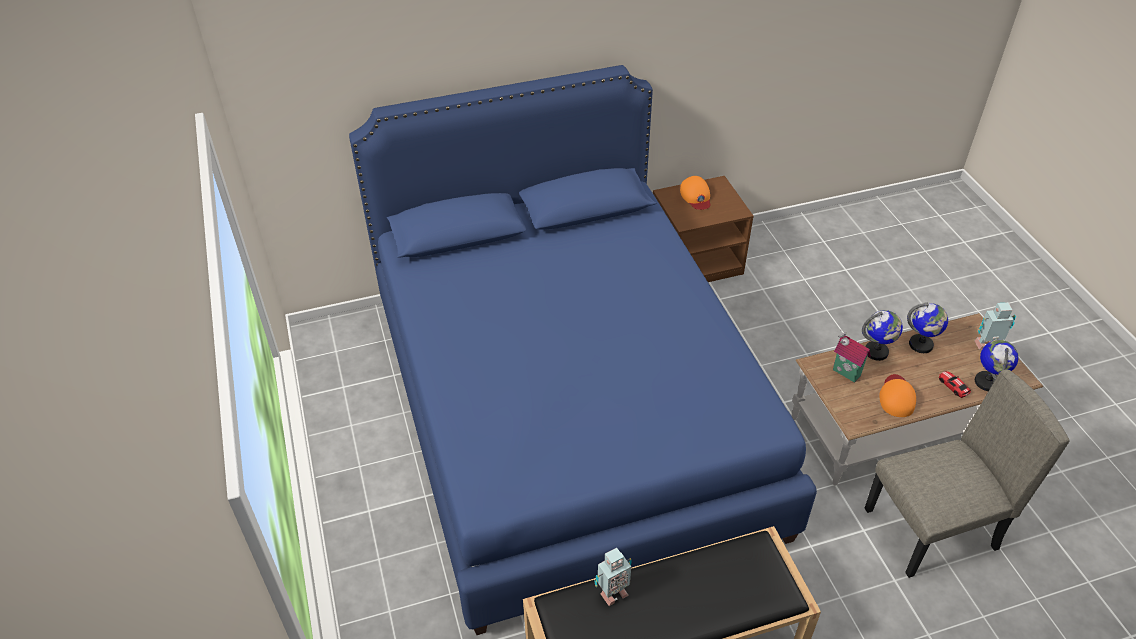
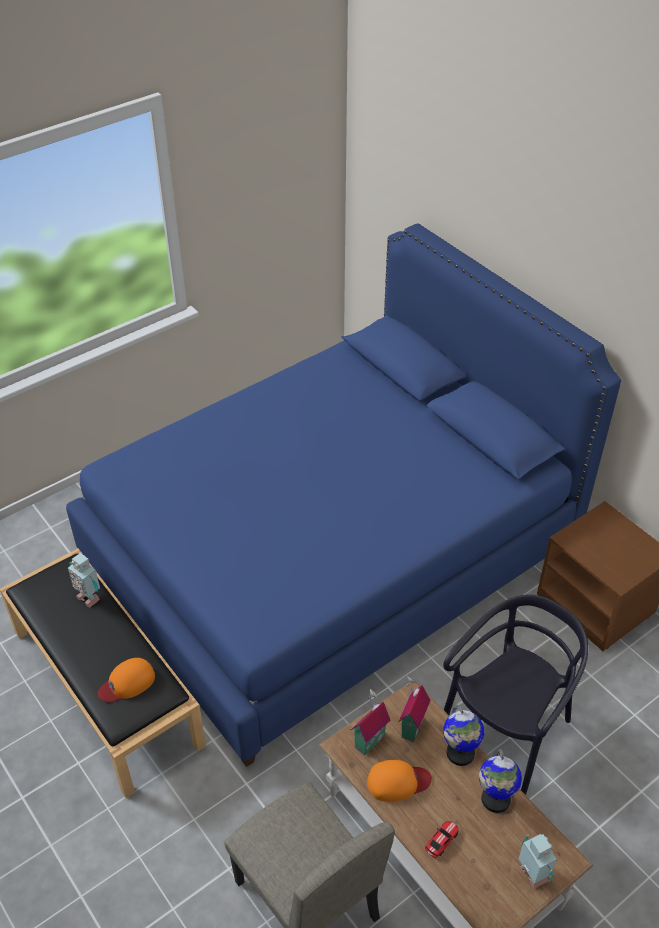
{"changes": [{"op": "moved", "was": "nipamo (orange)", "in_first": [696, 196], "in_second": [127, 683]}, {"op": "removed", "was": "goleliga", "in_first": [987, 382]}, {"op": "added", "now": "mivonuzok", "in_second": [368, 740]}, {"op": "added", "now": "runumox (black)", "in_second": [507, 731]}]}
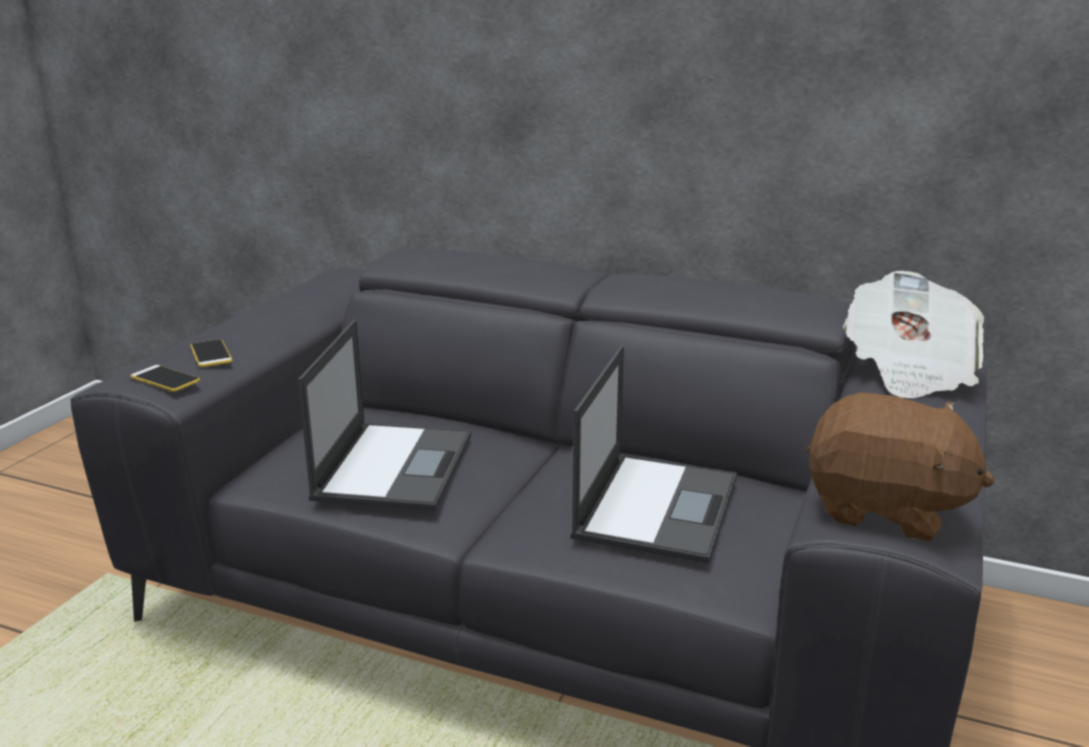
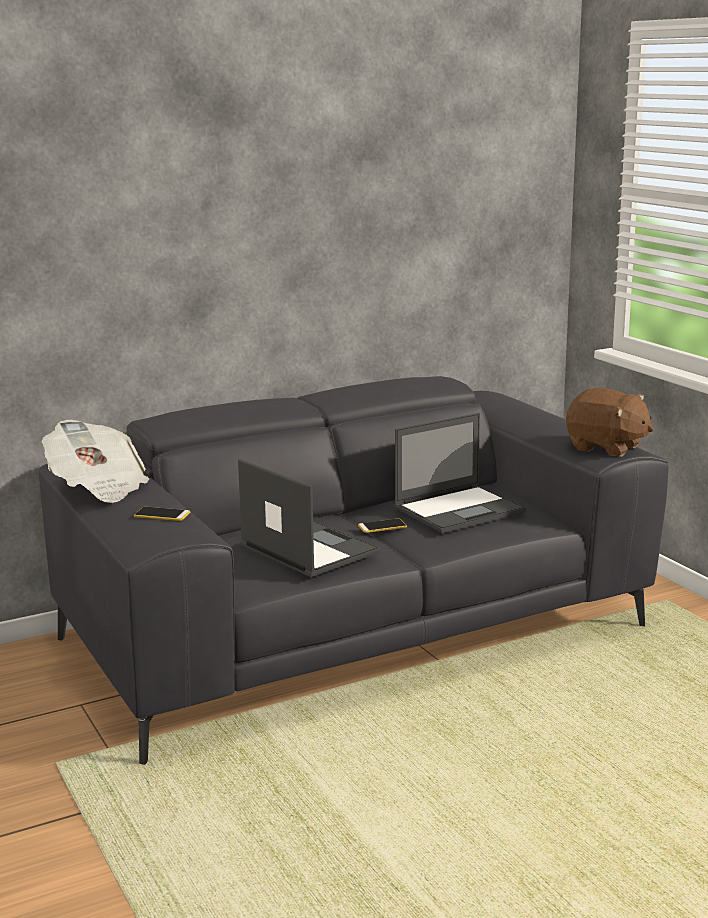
{"changes": [{"op": "moved", "was": "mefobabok", "in_first": [165, 379], "in_second": [382, 526]}, {"op": "turned", "was": "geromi", "in_first": [657, 506], "in_second": [460, 509], "clockwise": 90}, {"op": "turned", "was": "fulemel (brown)", "in_first": [885, 509], "in_second": [606, 447], "clockwise": 60}, {"op": "moved", "was": "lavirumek", "in_first": [908, 370], "in_second": [98, 487]}]}
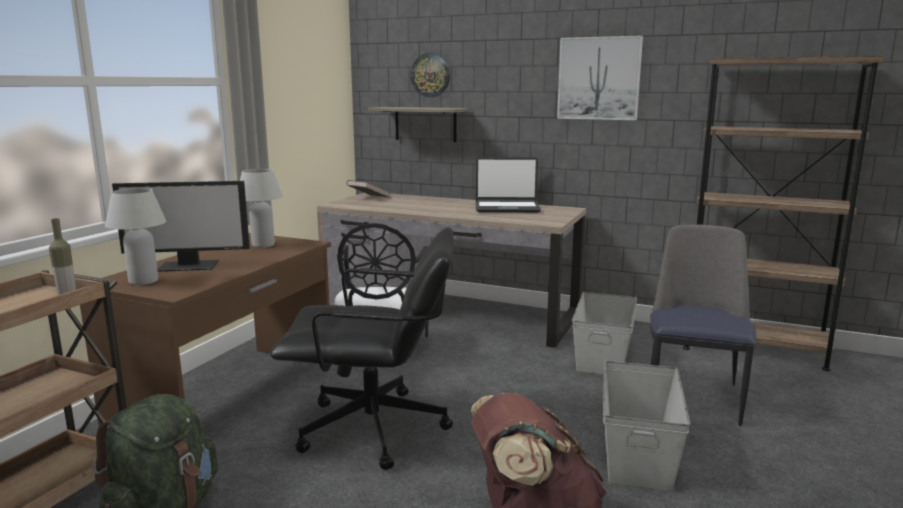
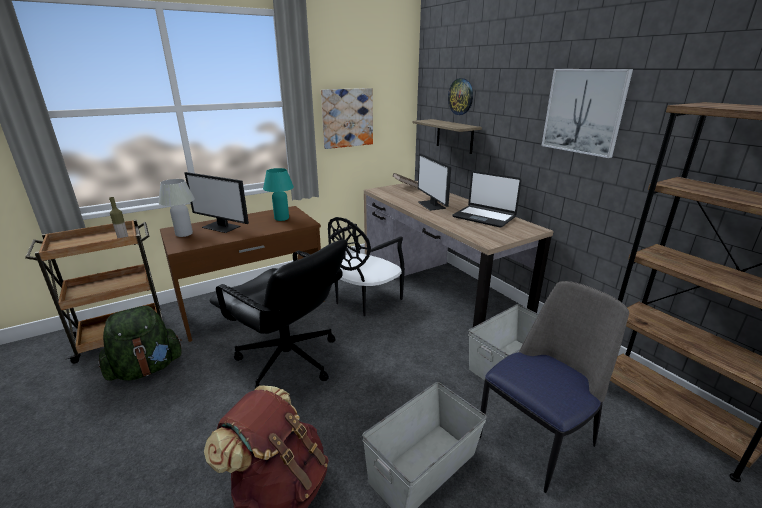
{"changes": [{"op": "recoloured", "was": "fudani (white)", "now": "fudani (turquoise)", "in_first": [263, 245], "in_second": [281, 218]}, {"op": "added", "now": "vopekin", "in_second": [347, 118]}, {"op": "added", "now": "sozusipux", "in_second": [432, 205]}]}
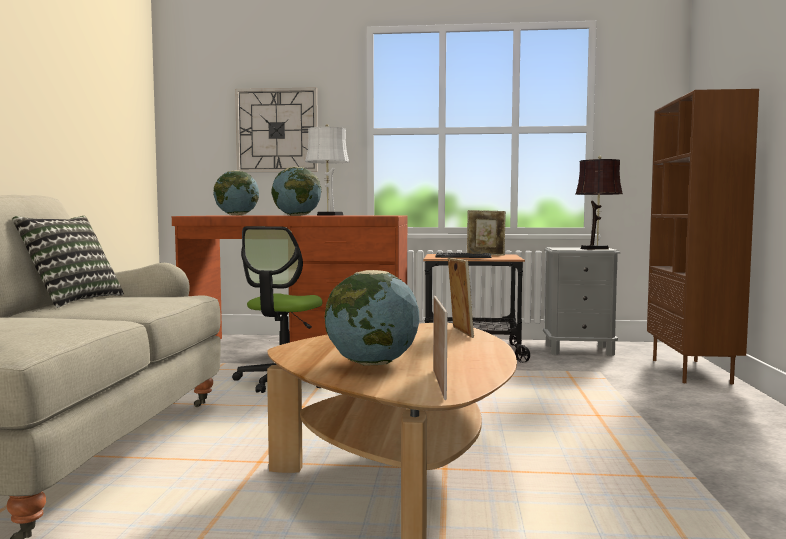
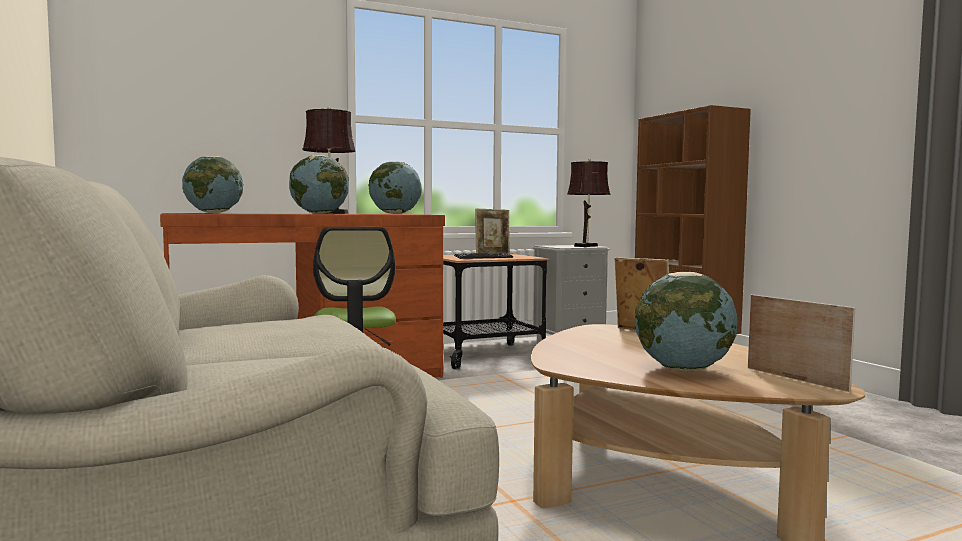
{"changes": [{"op": "removed", "was": "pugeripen", "in_first": [72, 300]}, {"op": "removed", "was": "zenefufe", "in_first": [277, 130]}, {"op": "recoloured", "was": "fudani (white)", "now": "fudani (brown)", "in_first": [328, 215], "in_second": [330, 213]}, {"op": "added", "now": "goleliga", "in_second": [395, 213]}]}
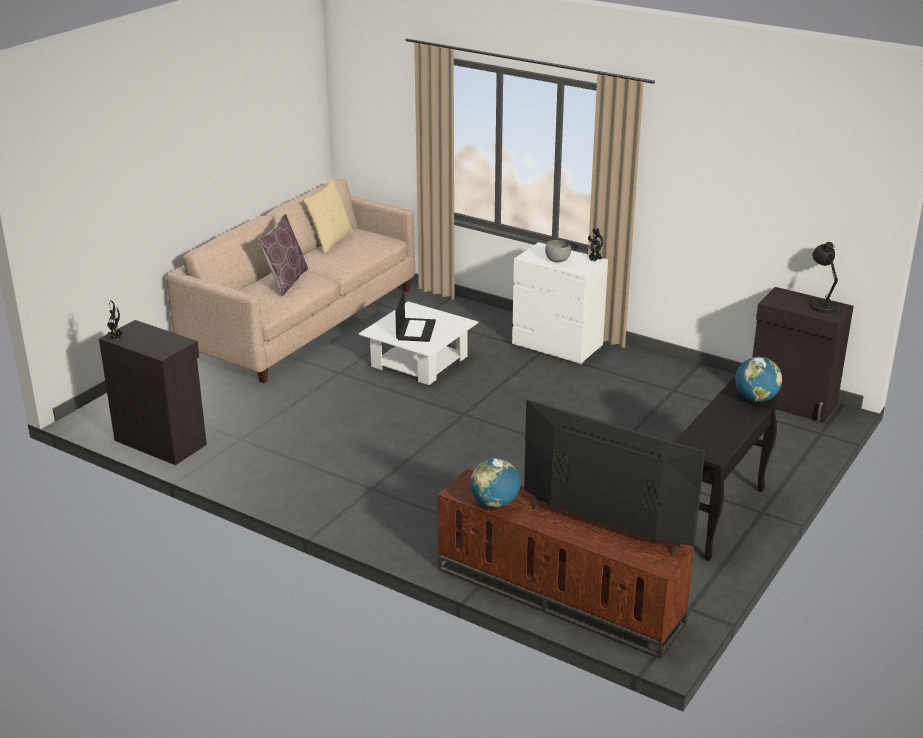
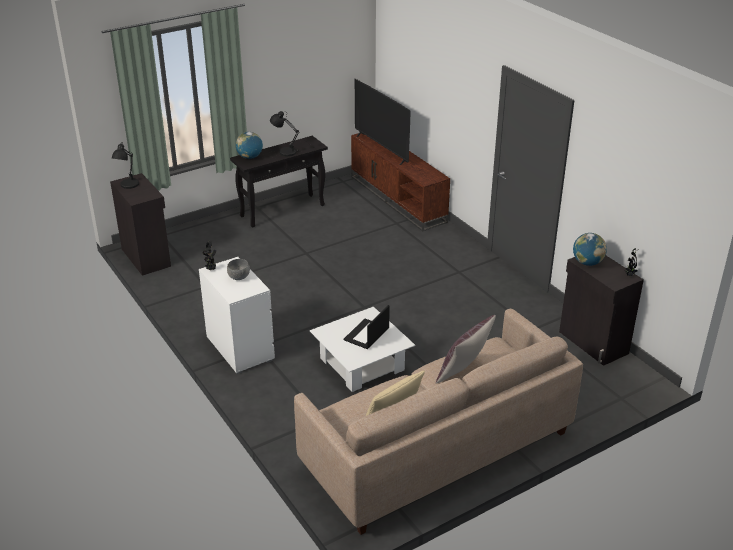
{"changes": [{"op": "moved", "was": "goleliga", "in_first": [495, 504], "in_second": [587, 263]}, {"op": "added", "now": "fudani (black)", "in_second": [285, 152]}]}
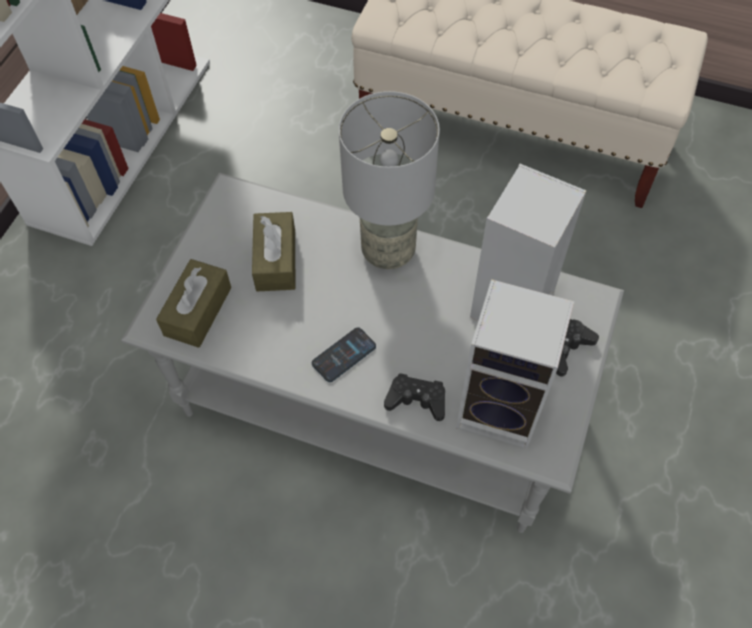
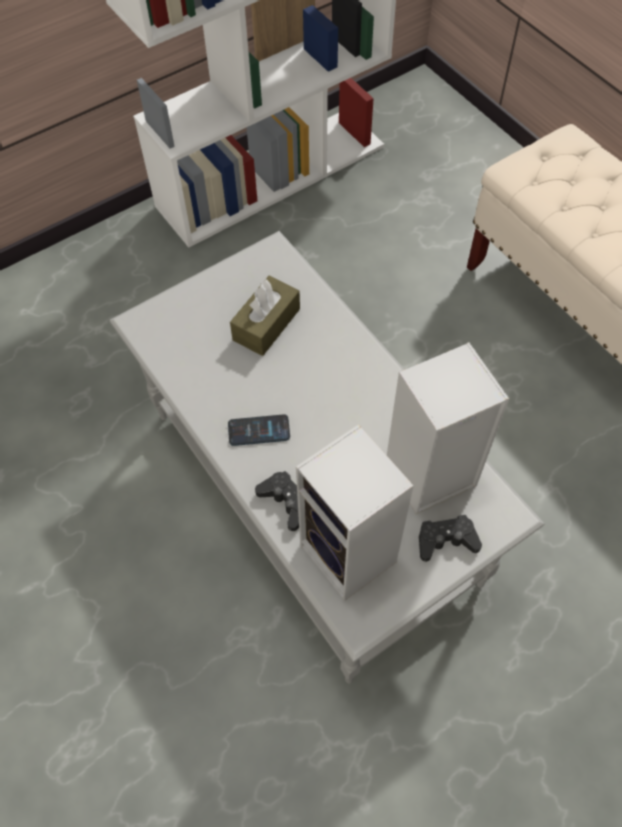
{"changes": [{"op": "removed", "was": "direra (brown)", "in_first": [198, 311]}, {"op": "removed", "was": "fudani (grey)", "in_first": [389, 251]}]}
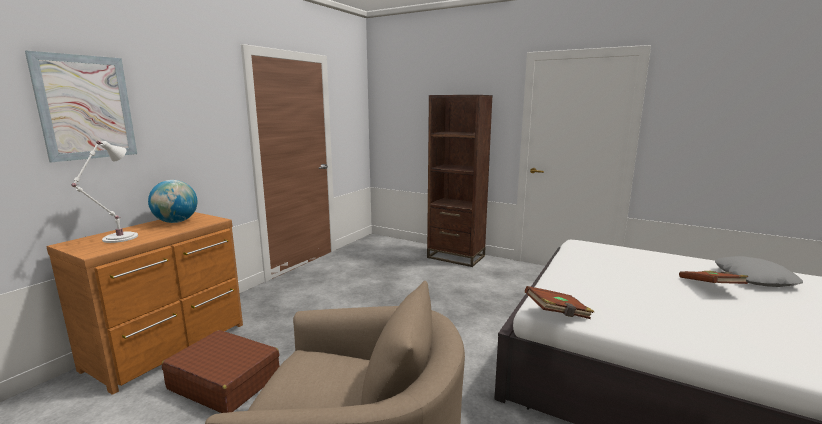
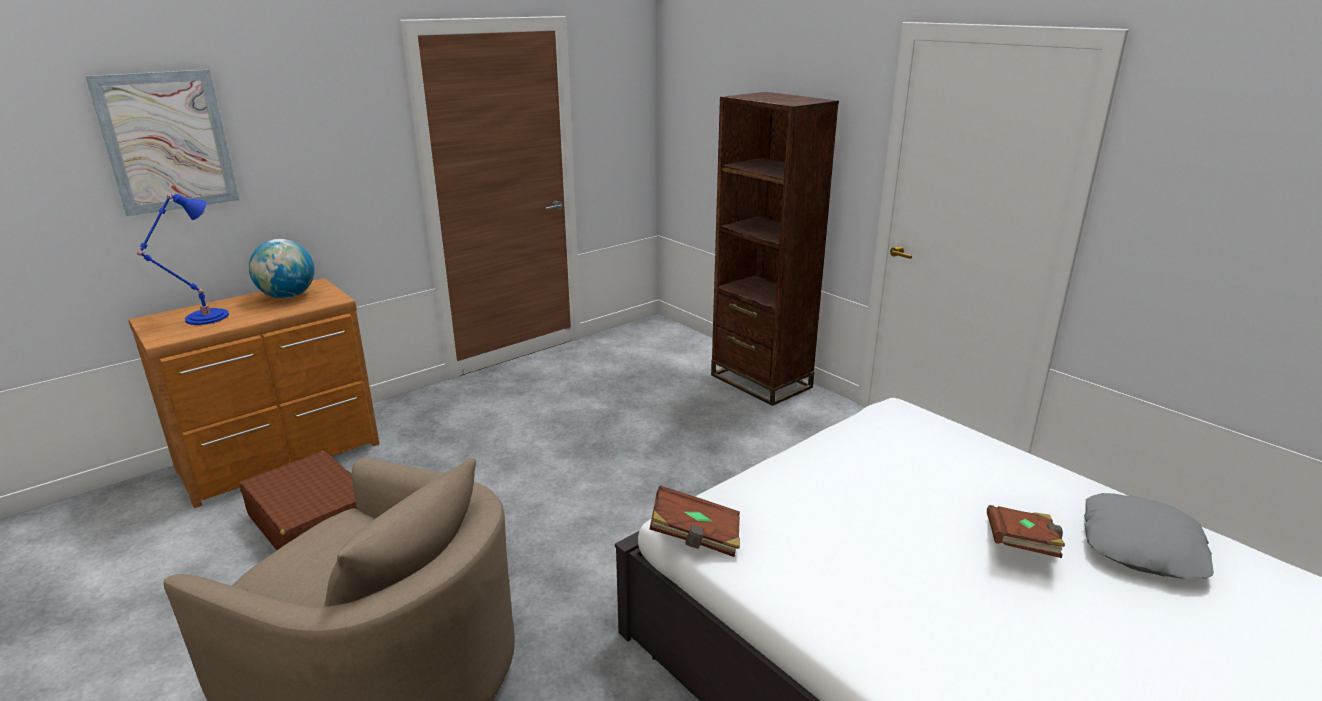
{"changes": [{"op": "recoloured", "was": "fudani (white)", "now": "fudani (blue)", "in_first": [117, 238], "in_second": [203, 318]}]}
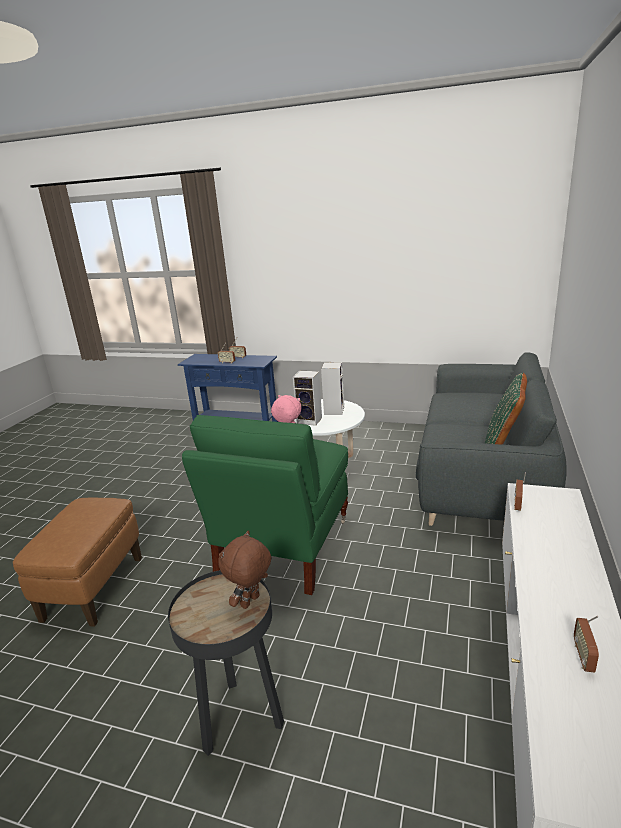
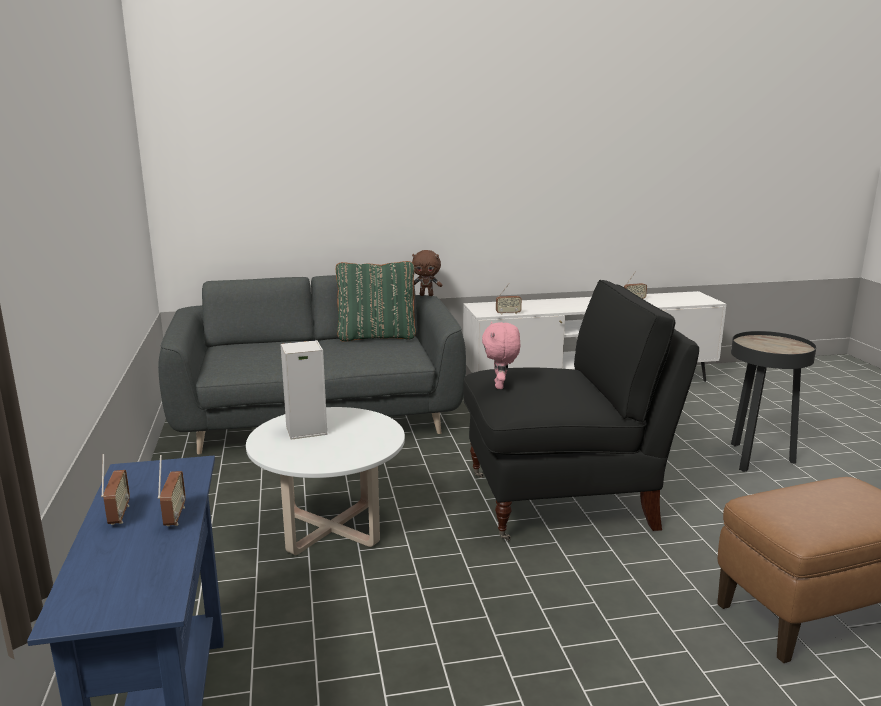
{"changes": [{"op": "recoloured", "was": "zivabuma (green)", "now": "zivabuma (black)", "in_first": [283, 547], "in_second": [563, 501]}, {"op": "moved", "was": "fulemel (brown)", "in_first": [251, 602], "in_second": [426, 295]}, {"op": "removed", "was": "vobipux", "in_first": [310, 420]}]}
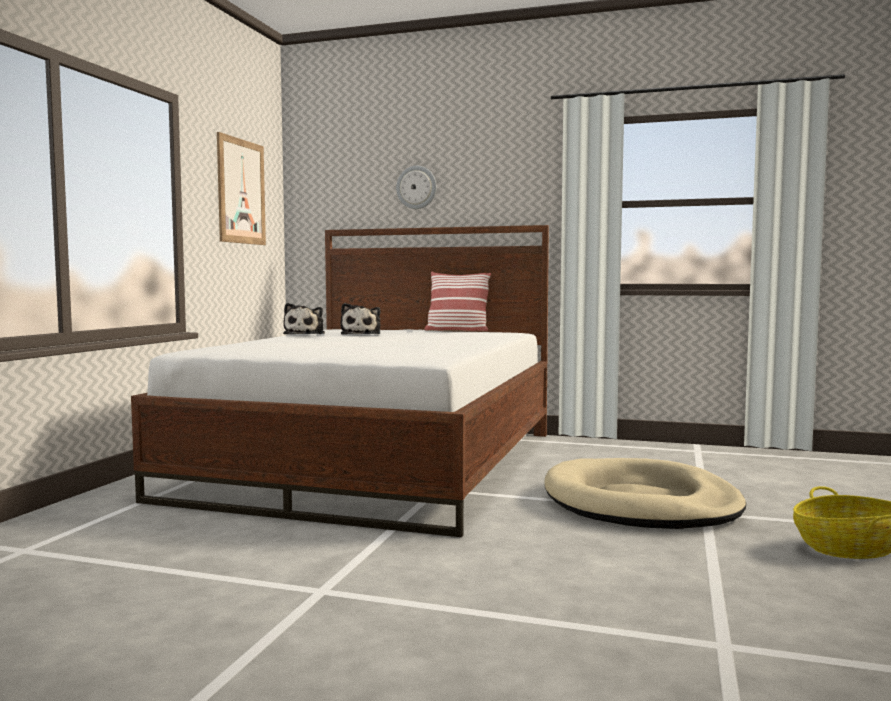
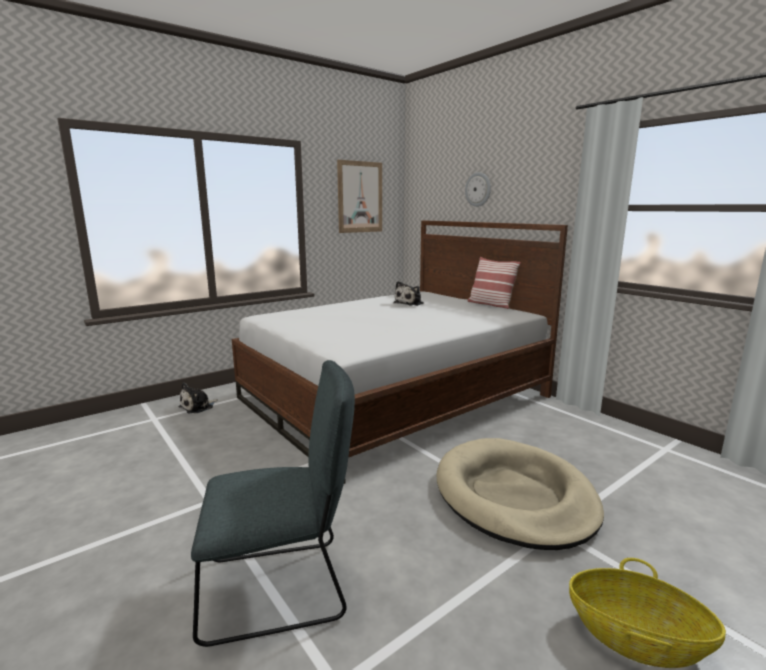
{"changes": [{"op": "moved", "was": "fulemel", "in_first": [306, 334], "in_second": [198, 407]}, {"op": "added", "now": "runumox (grey)", "in_second": [282, 588]}]}
